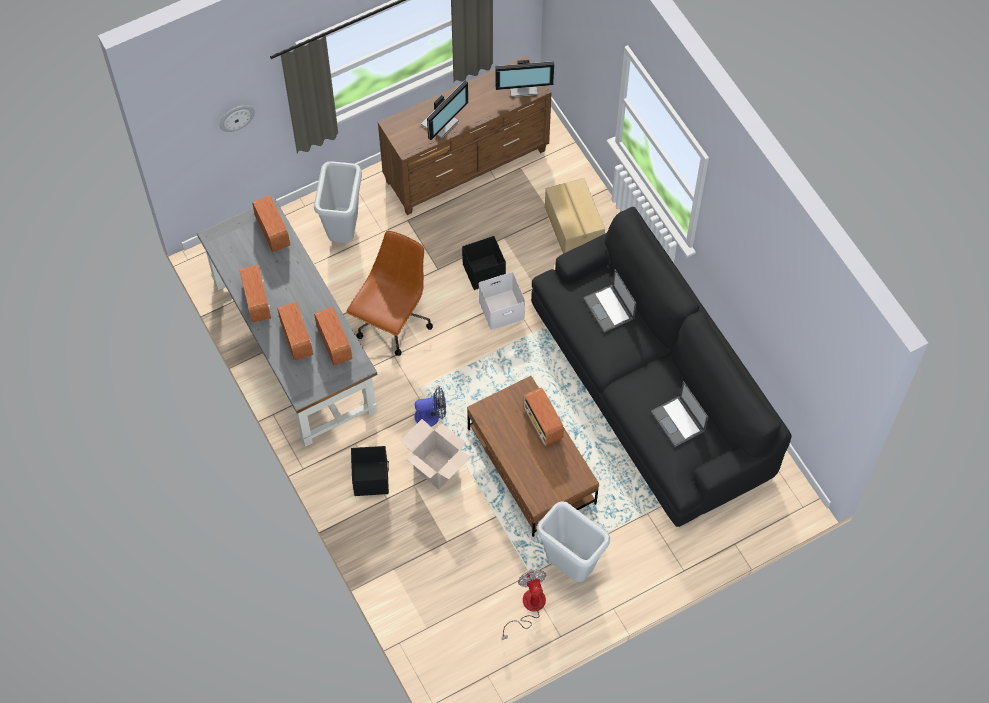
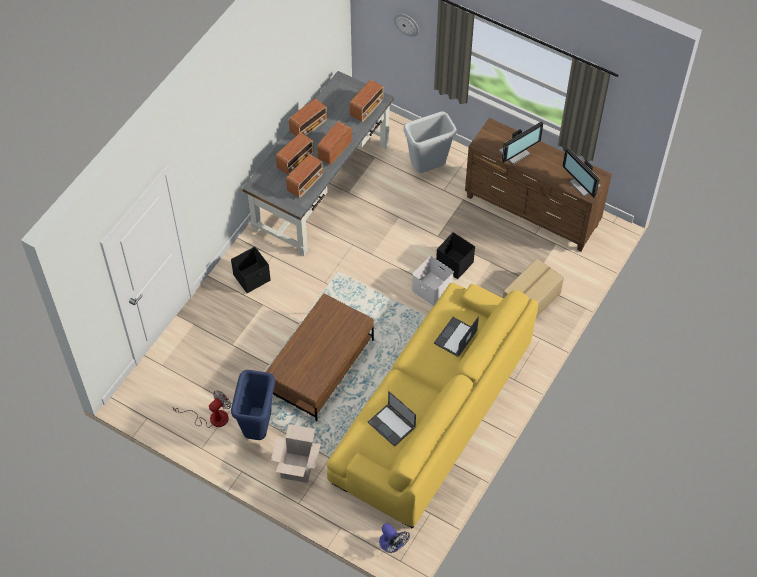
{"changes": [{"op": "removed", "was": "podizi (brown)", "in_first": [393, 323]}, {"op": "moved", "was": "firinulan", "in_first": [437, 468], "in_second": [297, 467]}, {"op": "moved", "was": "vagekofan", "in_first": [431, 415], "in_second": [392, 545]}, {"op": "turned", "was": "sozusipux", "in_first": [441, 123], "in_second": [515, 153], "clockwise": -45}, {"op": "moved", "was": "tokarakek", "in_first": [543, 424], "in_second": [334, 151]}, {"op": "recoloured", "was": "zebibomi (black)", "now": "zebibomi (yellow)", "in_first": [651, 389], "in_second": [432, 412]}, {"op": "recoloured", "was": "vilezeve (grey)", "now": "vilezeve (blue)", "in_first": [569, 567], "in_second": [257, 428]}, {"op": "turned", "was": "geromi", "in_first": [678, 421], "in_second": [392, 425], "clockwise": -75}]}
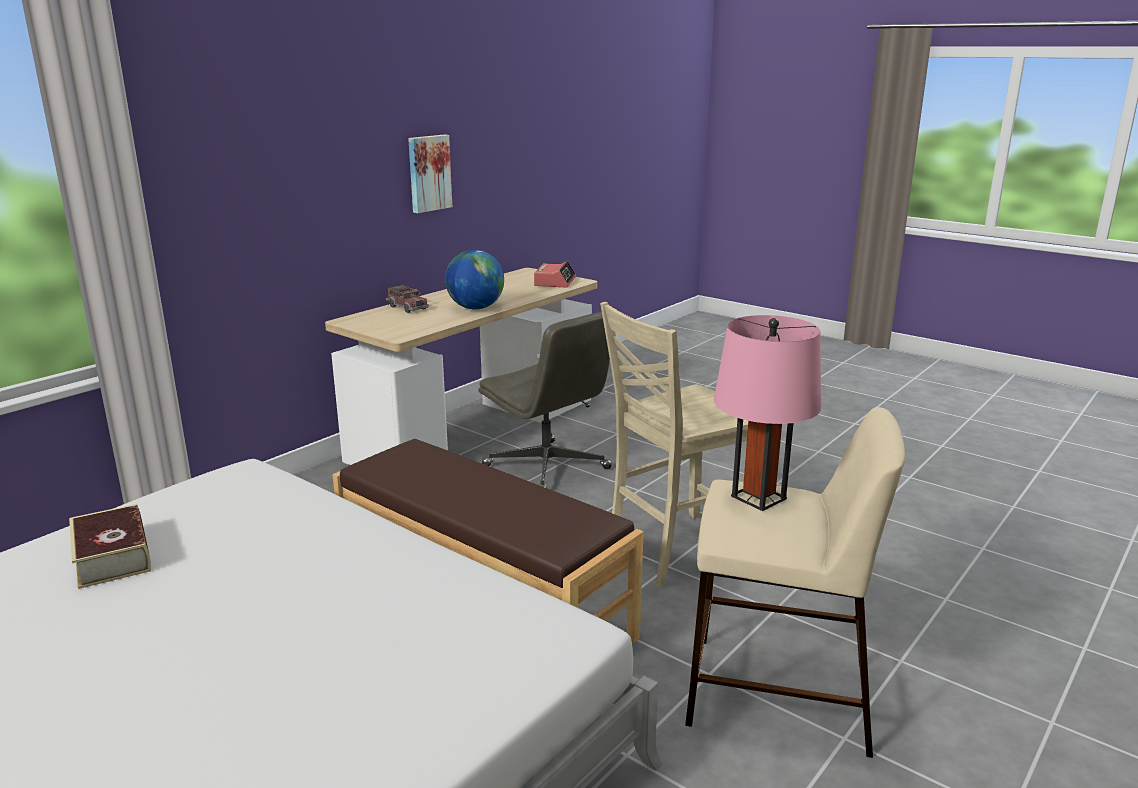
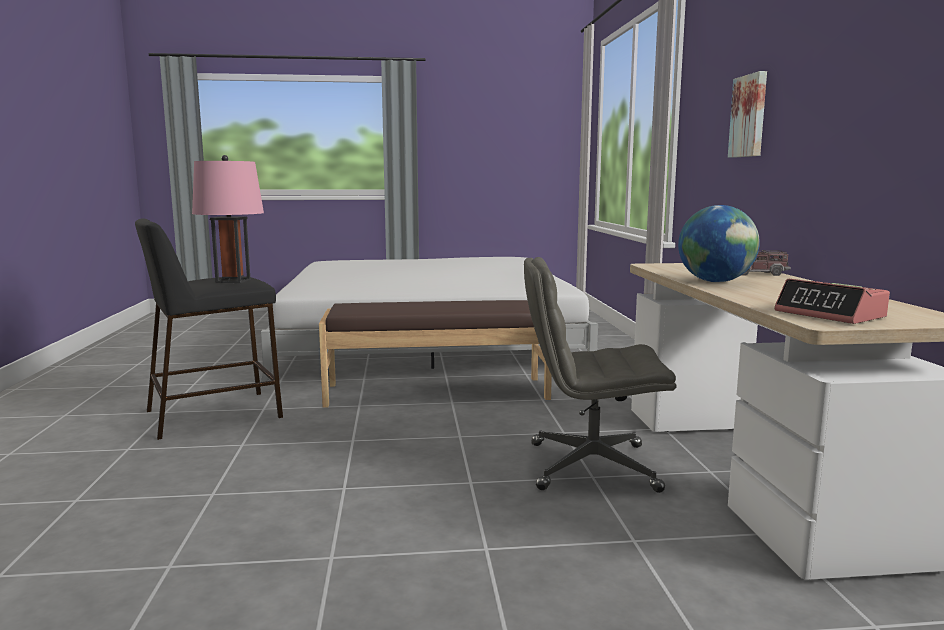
{"changes": [{"op": "removed", "was": "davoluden", "in_first": [112, 556]}, {"op": "moved", "was": "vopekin", "in_first": [428, 173], "in_second": [750, 116]}, {"op": "removed", "was": "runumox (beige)", "in_first": [677, 550]}, {"op": "recoloured", "was": "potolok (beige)", "now": "potolok (black)", "in_first": [776, 693], "in_second": [215, 413]}]}
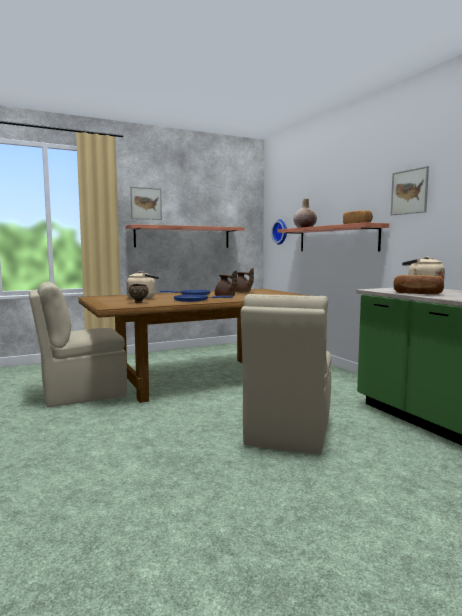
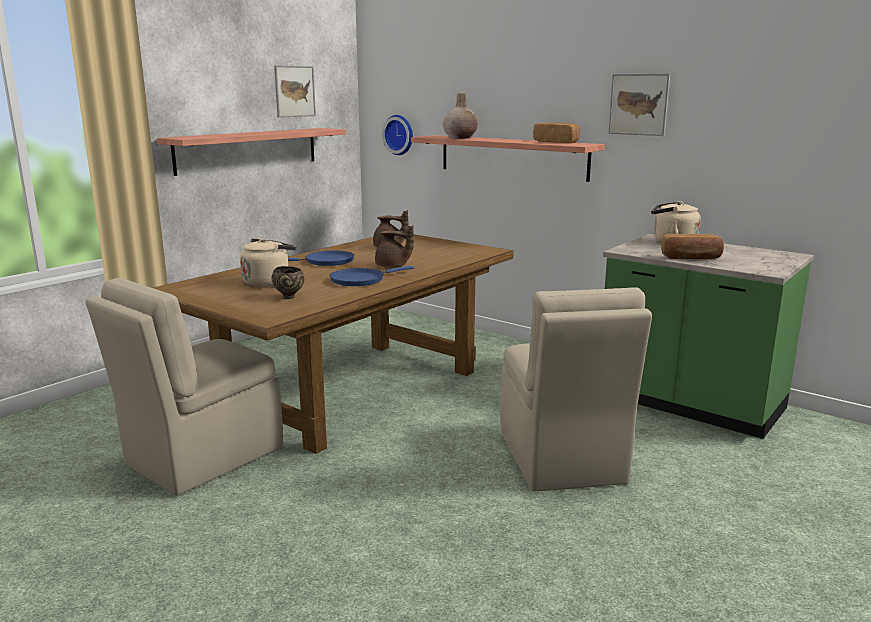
{"changes": [{"op": "moved", "was": "vopekin", "in_first": [146, 203], "in_second": [294, 91]}]}
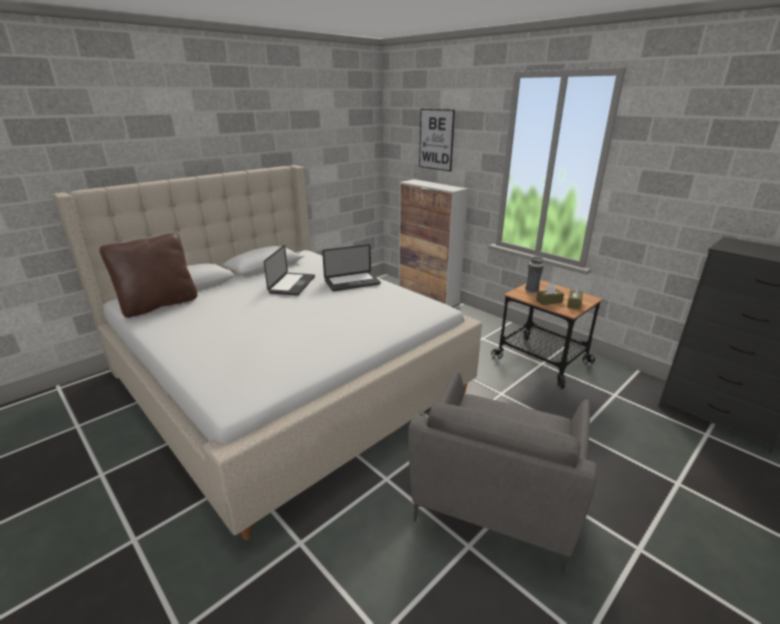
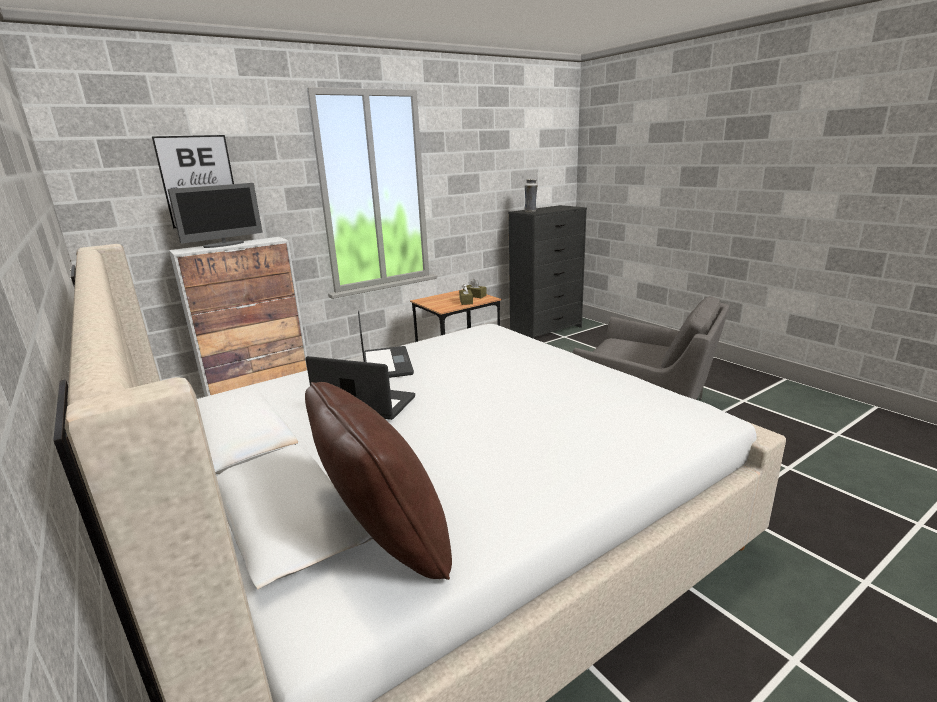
{"changes": [{"op": "moved", "was": "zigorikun", "in_first": [532, 291], "in_second": [530, 211]}, {"op": "added", "now": "sozusipux", "in_second": [224, 244]}]}
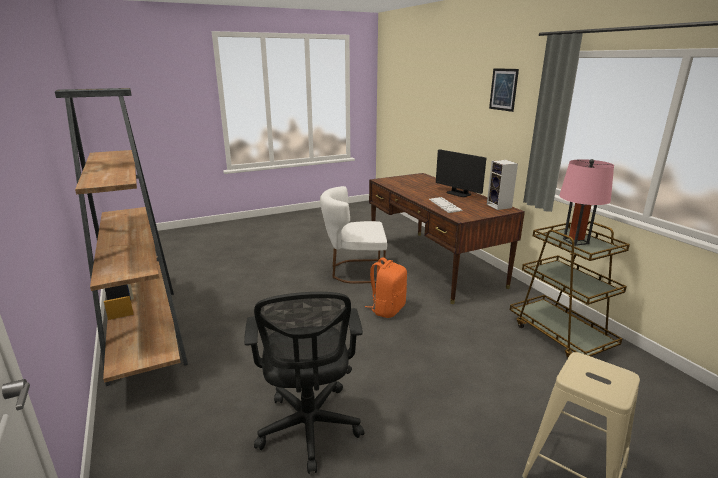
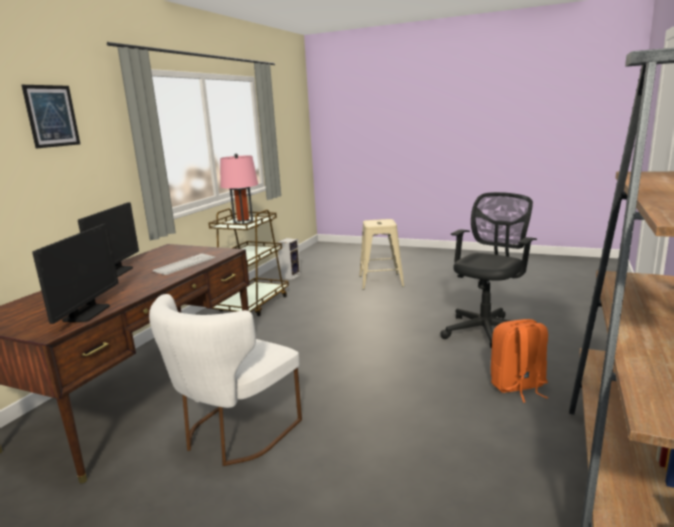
{"changes": [{"op": "turned", "was": "runumox (white)", "in_first": [354, 271], "in_second": [234, 434], "clockwise": 75}, {"op": "moved", "was": "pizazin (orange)", "in_first": [387, 309], "in_second": [518, 387]}, {"op": "moved", "was": "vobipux", "in_first": [500, 206], "in_second": [290, 276]}, {"op": "added", "now": "sozusipux", "in_second": [86, 313]}]}
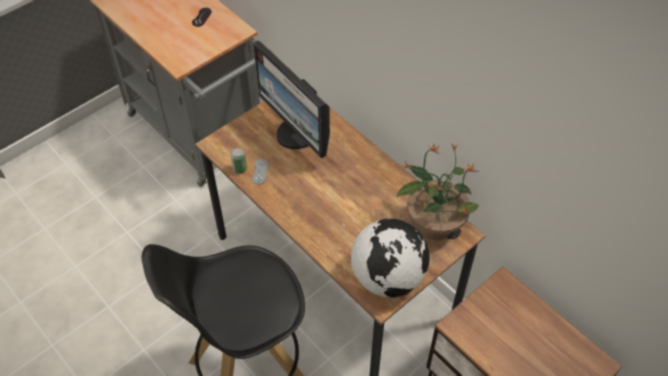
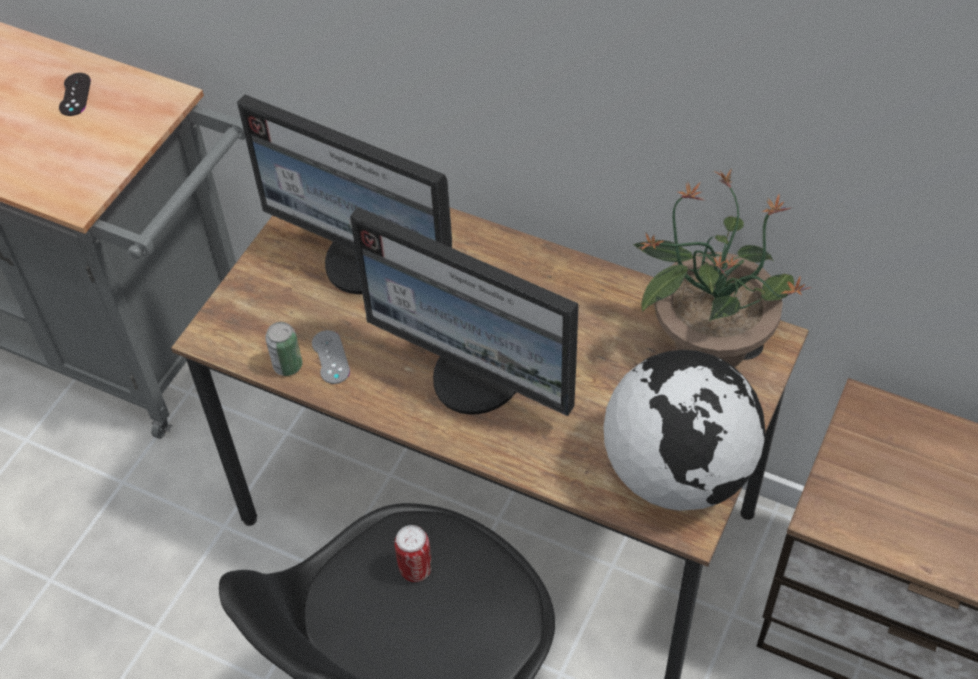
{"changes": [{"op": "added", "now": "sozusipux", "in_second": [478, 377]}, {"op": "added", "now": "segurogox", "in_second": [415, 569]}]}
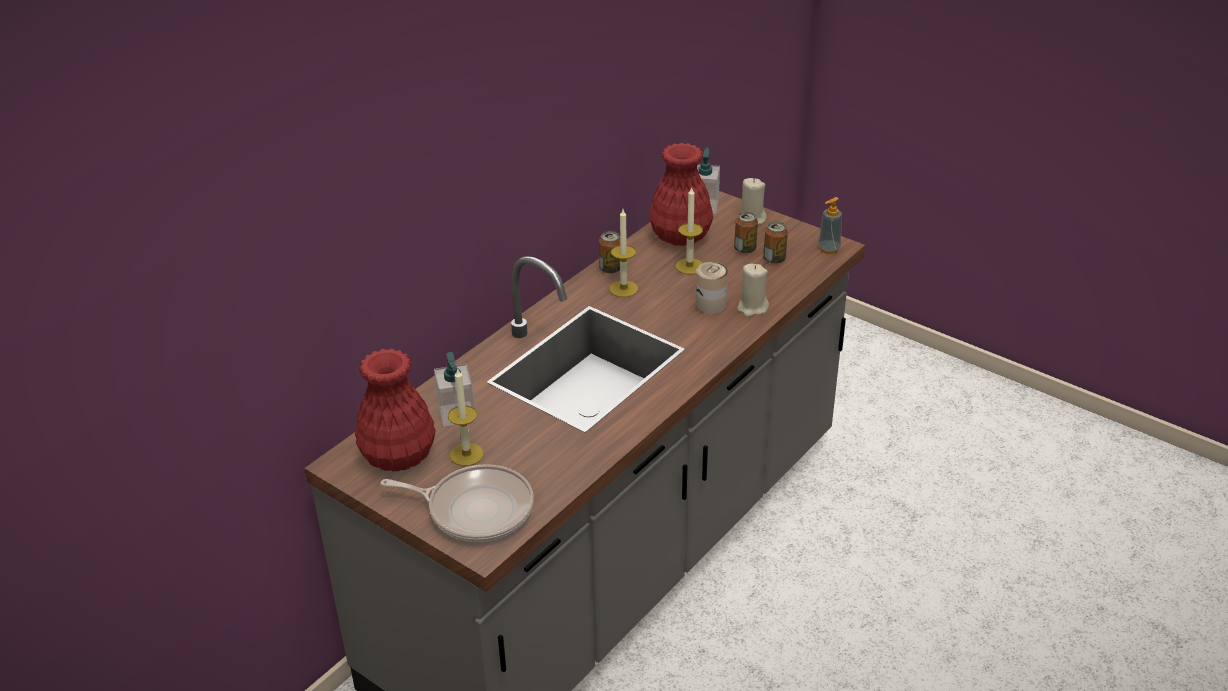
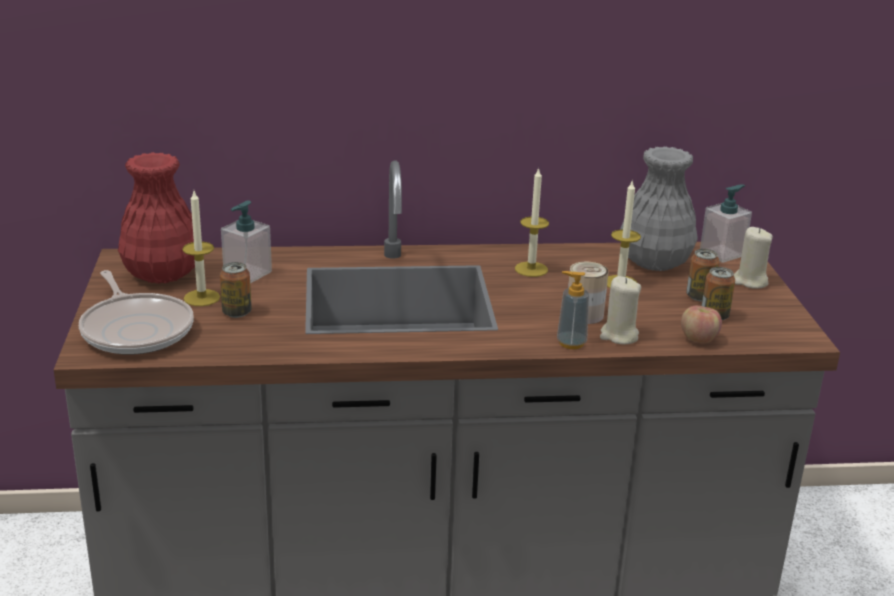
{"changes": [{"op": "moved", "was": "segurogox", "in_first": [610, 269], "in_second": [237, 312]}, {"op": "recoloured", "was": "zigorikun (red)", "now": "zigorikun (grey)", "in_first": [680, 237], "in_second": [654, 262]}, {"op": "moved", "was": "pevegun", "in_first": [828, 249], "in_second": [571, 343]}, {"op": "added", "now": "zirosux", "in_second": [698, 339]}]}
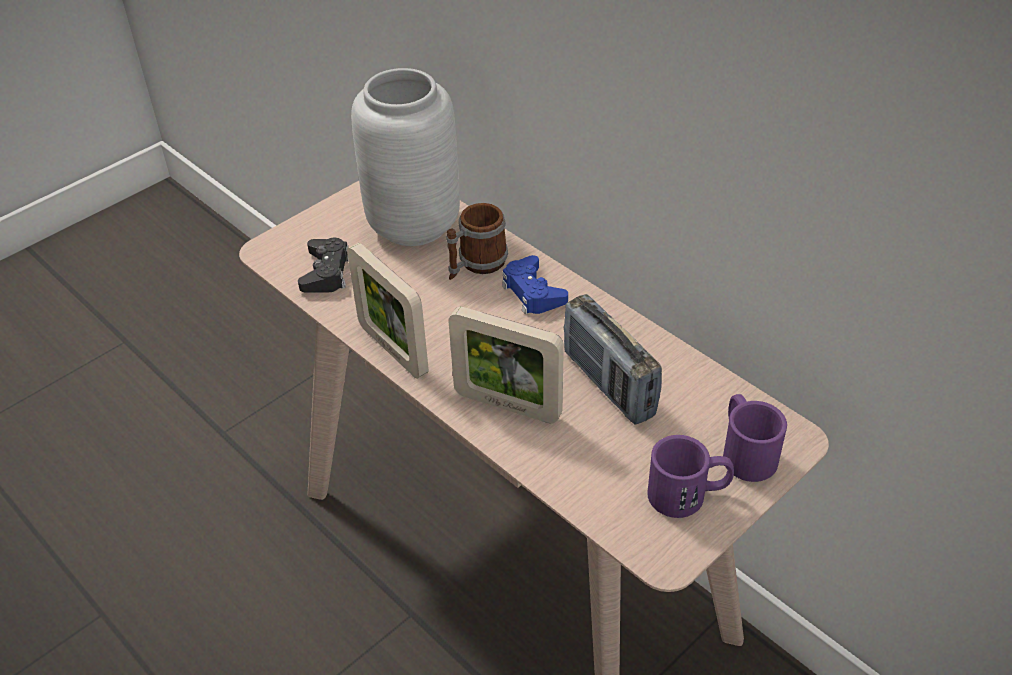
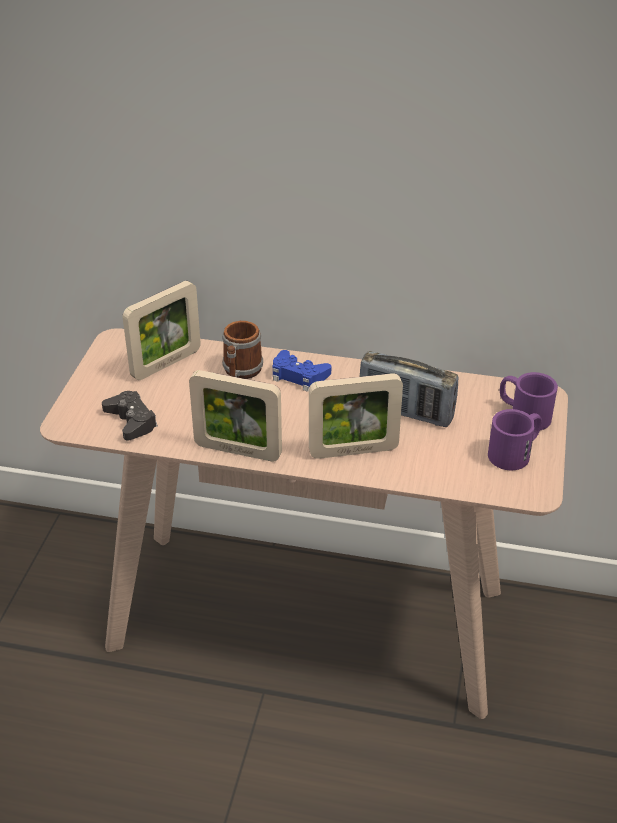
{"changes": [{"op": "replaced", "was": "zigorikun (grey)", "now": "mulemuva", "in_first": [415, 224], "in_second": [166, 364]}]}
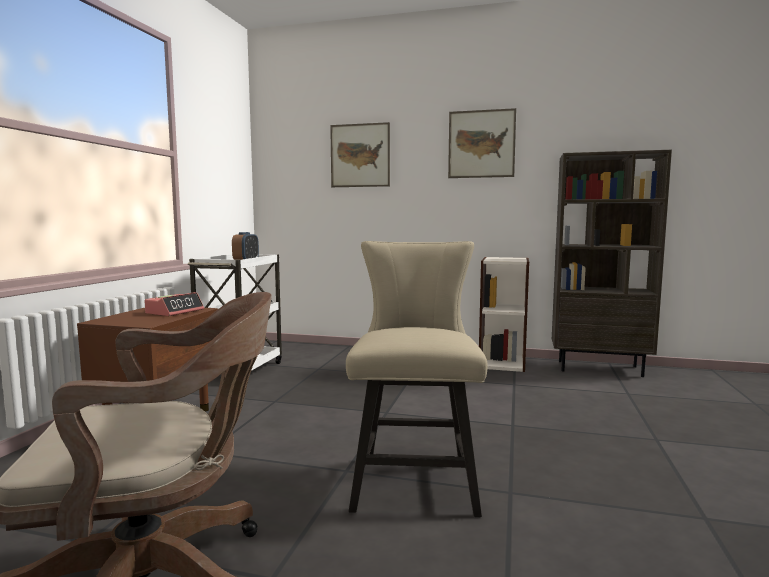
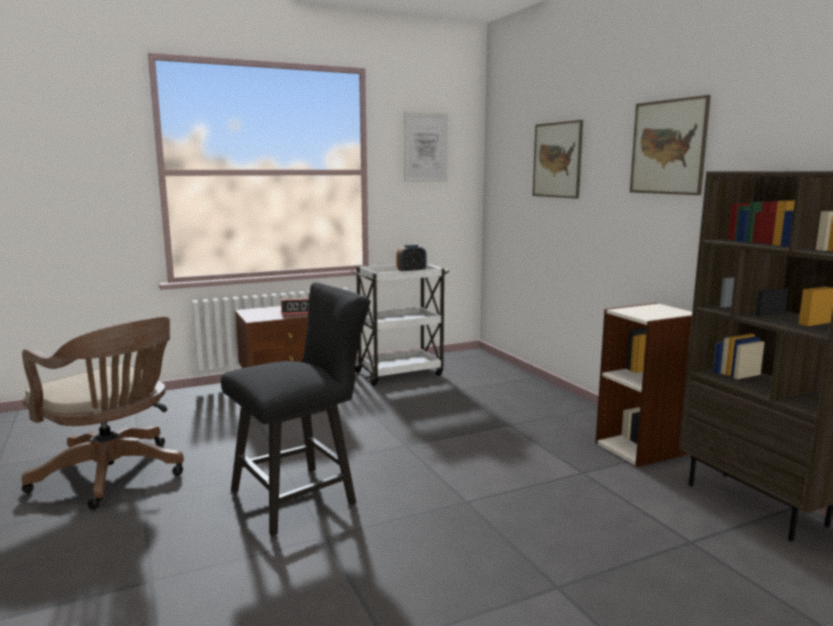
{"changes": [{"op": "recoloured", "was": "runumox (beige)", "now": "runumox (black)", "in_first": [415, 479], "in_second": [302, 495]}, {"op": "added", "now": "vopekin", "in_second": [426, 147]}]}
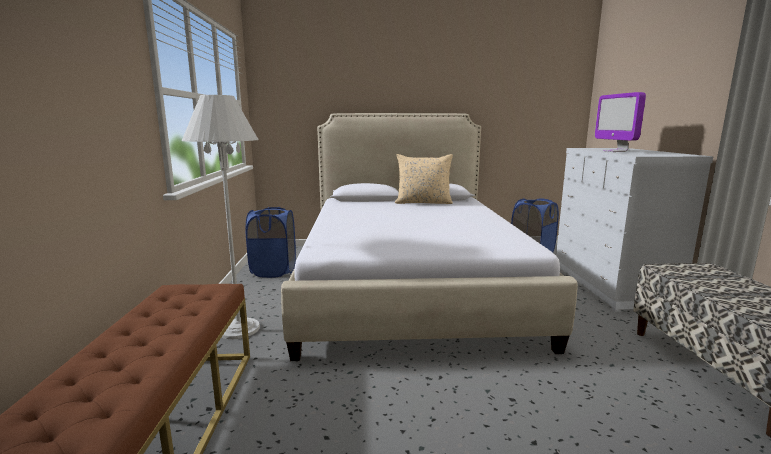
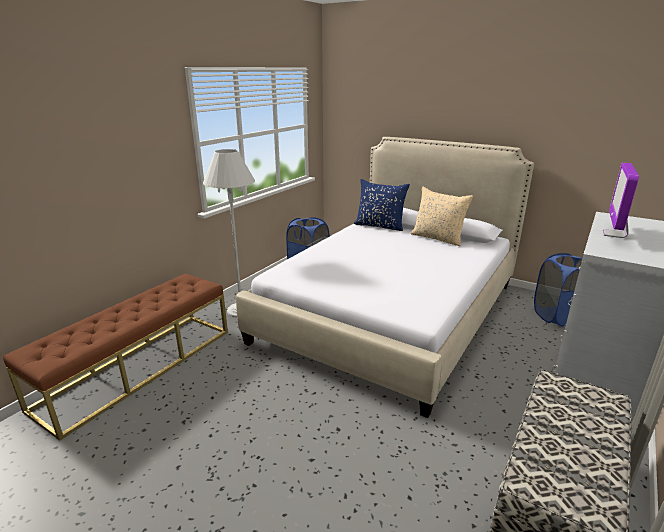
{"changes": [{"op": "added", "now": "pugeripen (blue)", "in_second": [380, 226]}]}
